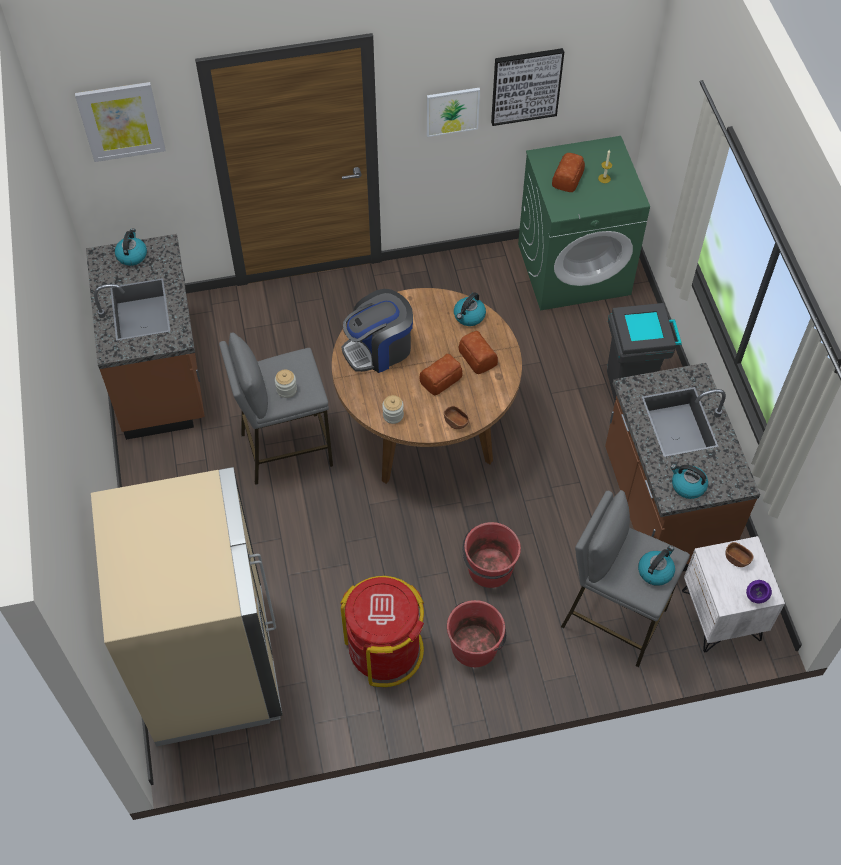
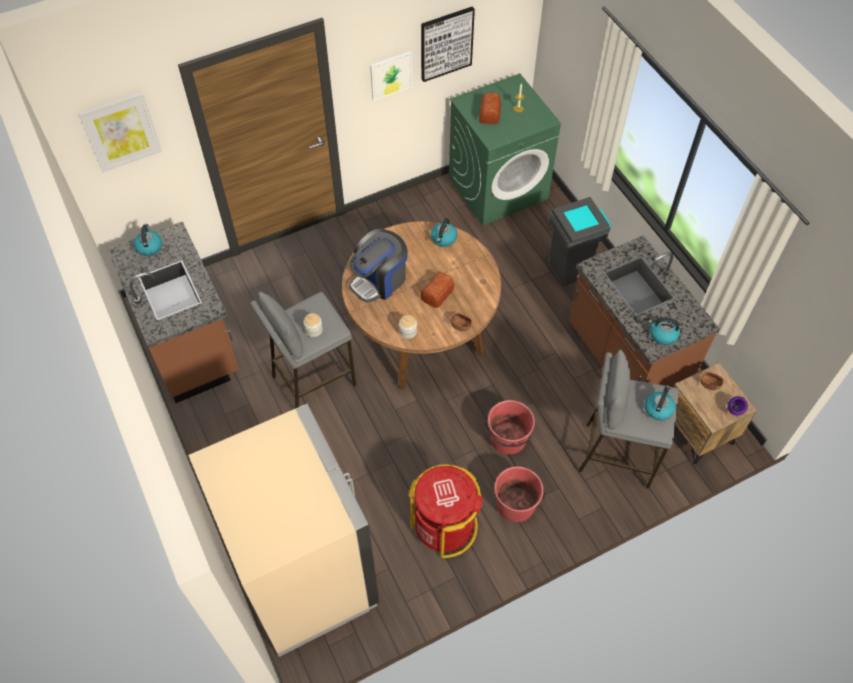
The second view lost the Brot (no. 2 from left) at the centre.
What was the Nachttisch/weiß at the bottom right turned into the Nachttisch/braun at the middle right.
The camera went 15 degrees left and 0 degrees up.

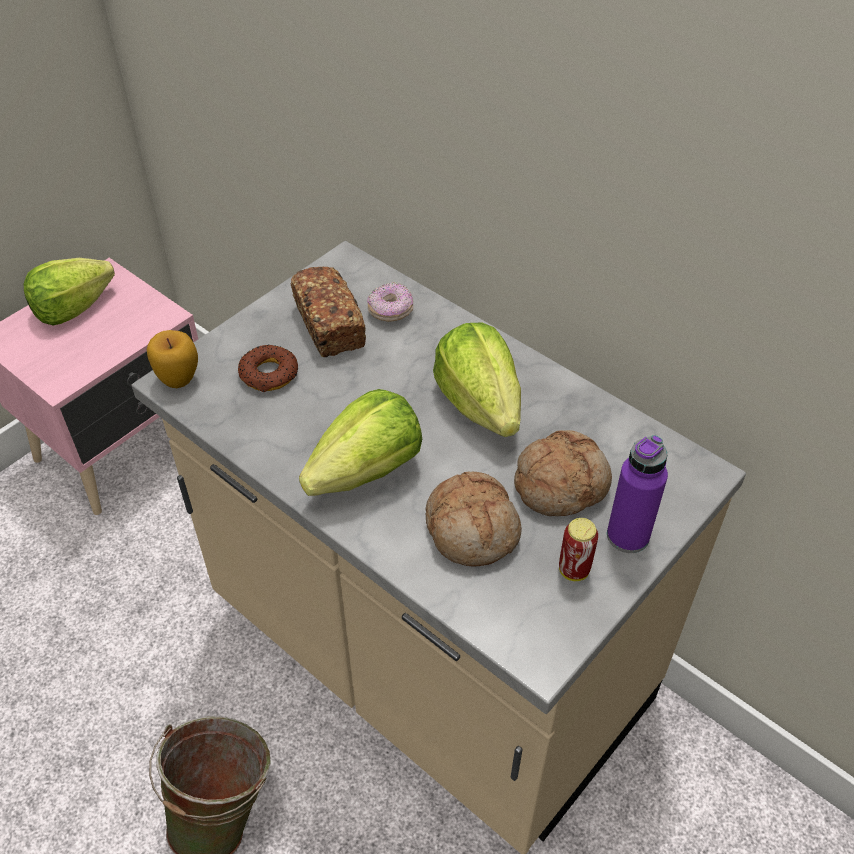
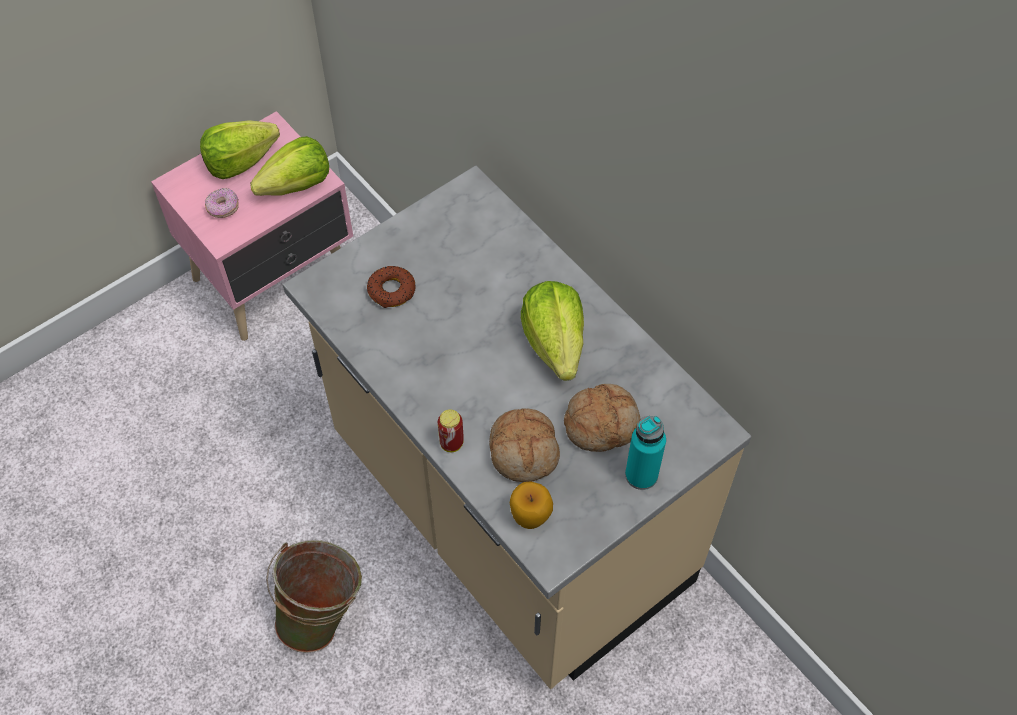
The Apfel ended up elsewhere, having gone from the middle left to the bottom centre.
The second view lost the Brot (no. 1 from left) at the centre.
The Salatkopf (no. 2 from left) ended up elsewhere, having gone from the centre to the top left.
The Donut (no. 2 from left in the first image) ended up elsewhere, having gone from the centre to the top left.
The Dose ended up elsewhere, having gone from the middle right to the centre.
What was the Flasche/lila at the middle right turned into the Flasche/türkis at the centre.
The camera went 10 degrees right and 10 degrees up.

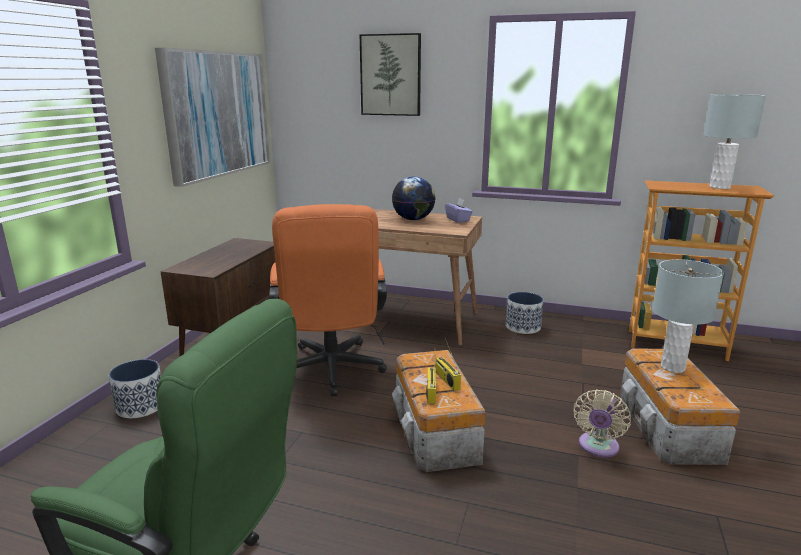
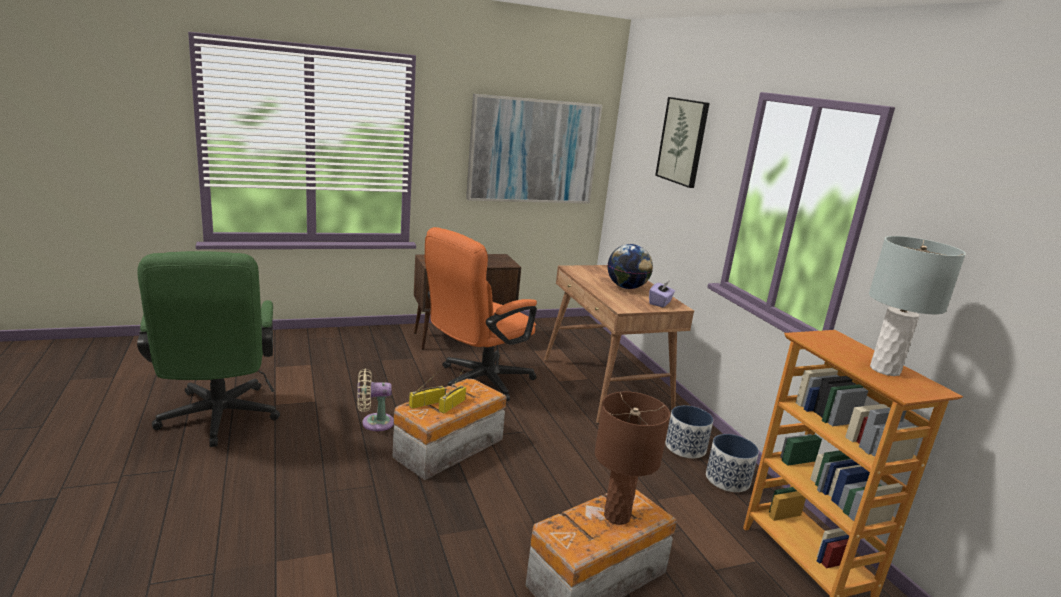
The Pflanzkübel (no. 1 from left in the first image) ended up elsewhere, having gone from the bottom left to the bottom right.
The Ventilator/beige ended up elsewhere, having gone from the bottom right to the bottom centre.
What was the Tischlampe/grau (no. 1 from left) at the middle right turned into the Tischlampe/braun at the bottom centre.
The camera went 50 degrees right and 0 degrees up.

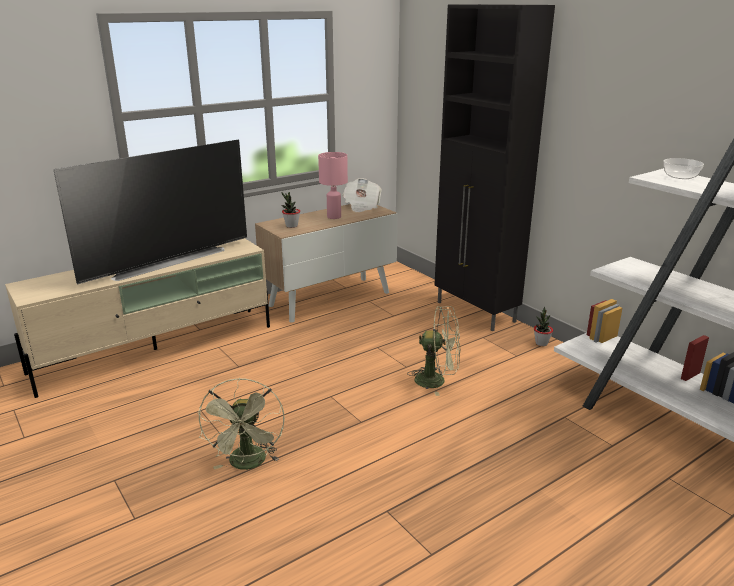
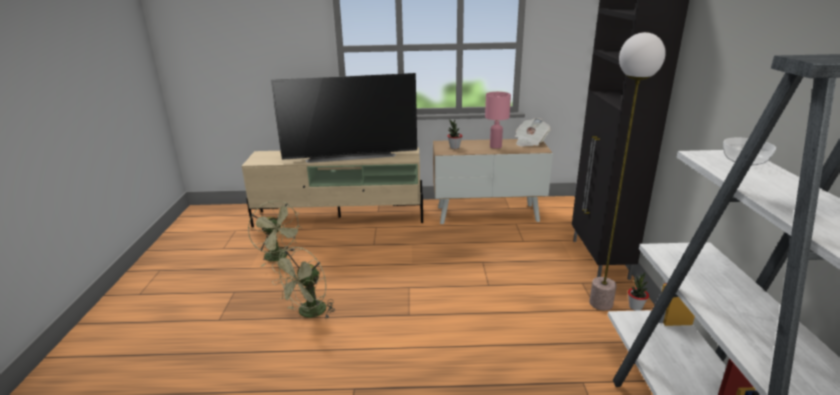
The Ventilator/grün (no. 2 from left in the first image) ended up elsewhere, having gone from the centre to the middle left.
The second view gained the Stehlampe at the middle right.
The camera went 35 degrees right and 0 degrees up.

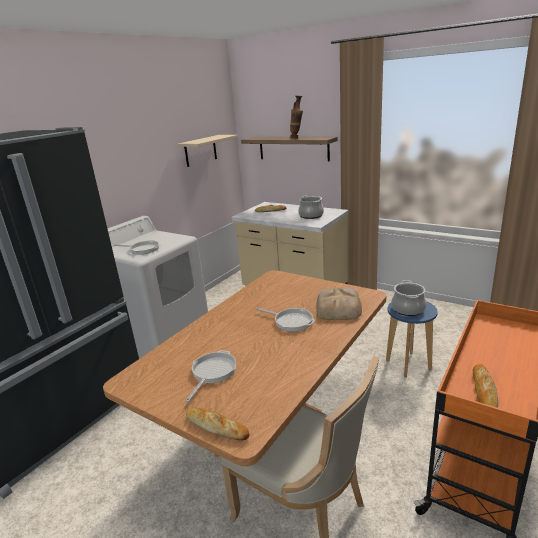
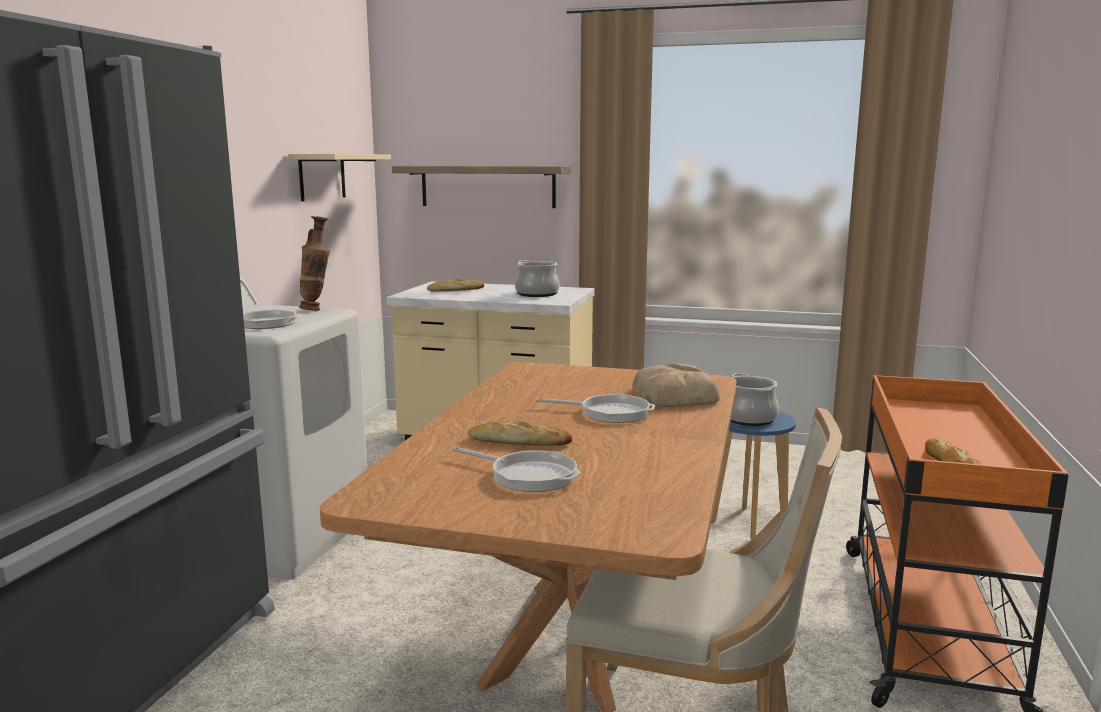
The Pfanne (no. 2 from left) at the bottom centre ended up facing another way, 120 degrees clockwise from before.
The Brot (no. 1 from left in the first image) ended up elsewhere, having gone from the bottom centre to the centre.
The Vase ended up elsewhere, having gone from the top centre to the middle left.
The camera went 20 degrees left and 10 degrees down.

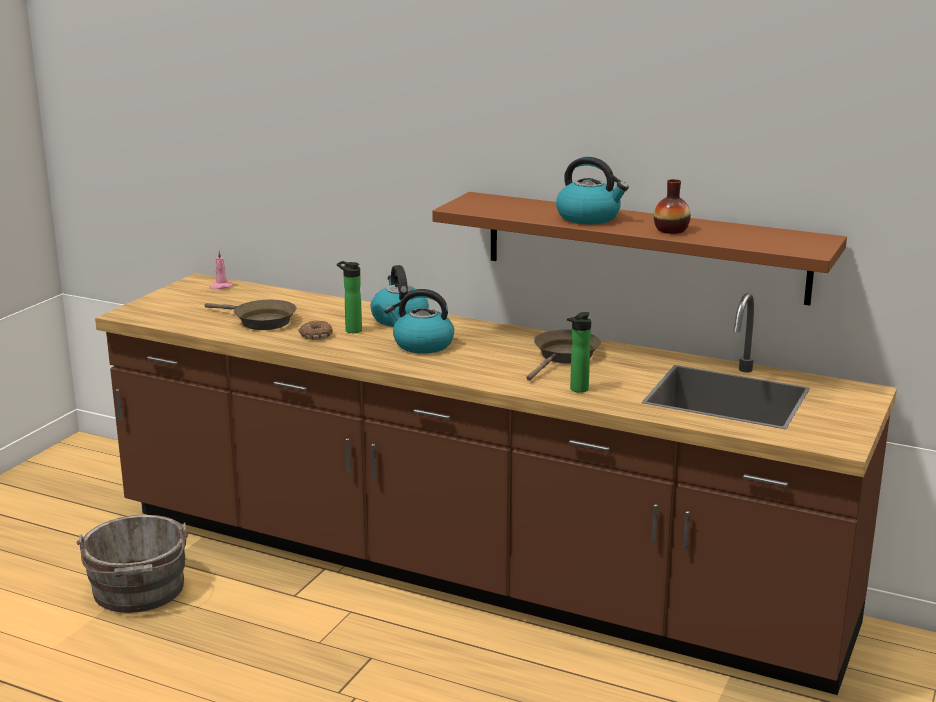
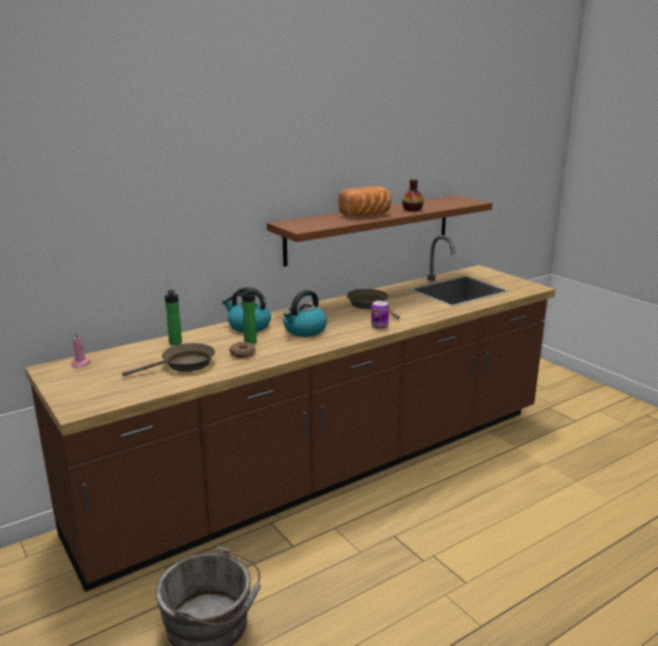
Where the Wasserkessel (no. 3 from left) stood at the top centre, the Brot came to stand at the top centre.
The Flasche (no. 2 from left in the first image) ended up elsewhere, having gone from the centre to the middle left.
The second view gained the Dose at the centre.
The camera went 60 degrees left and 0 degrees up.

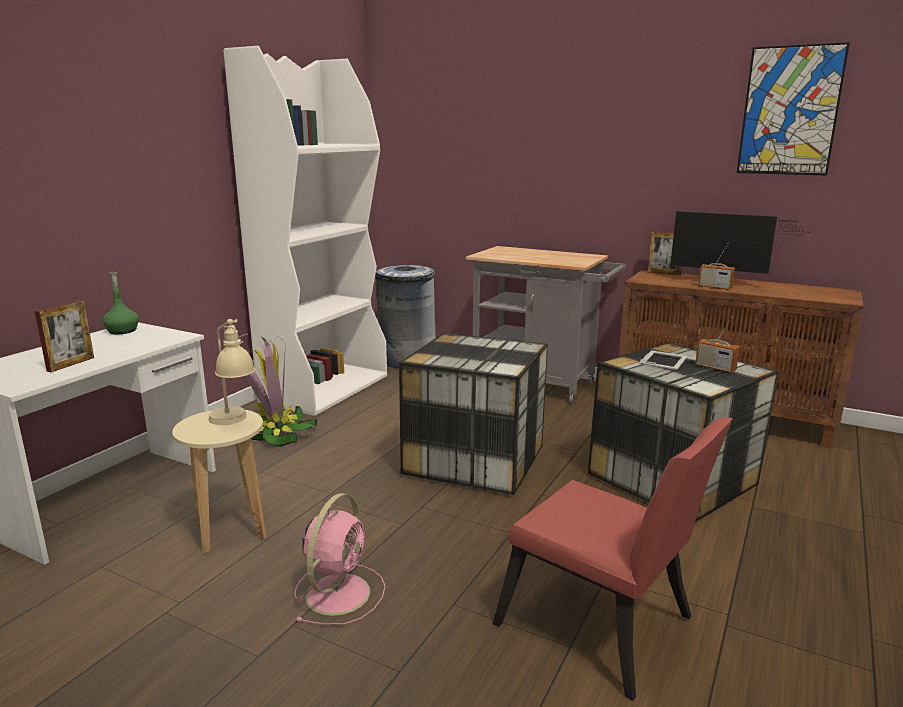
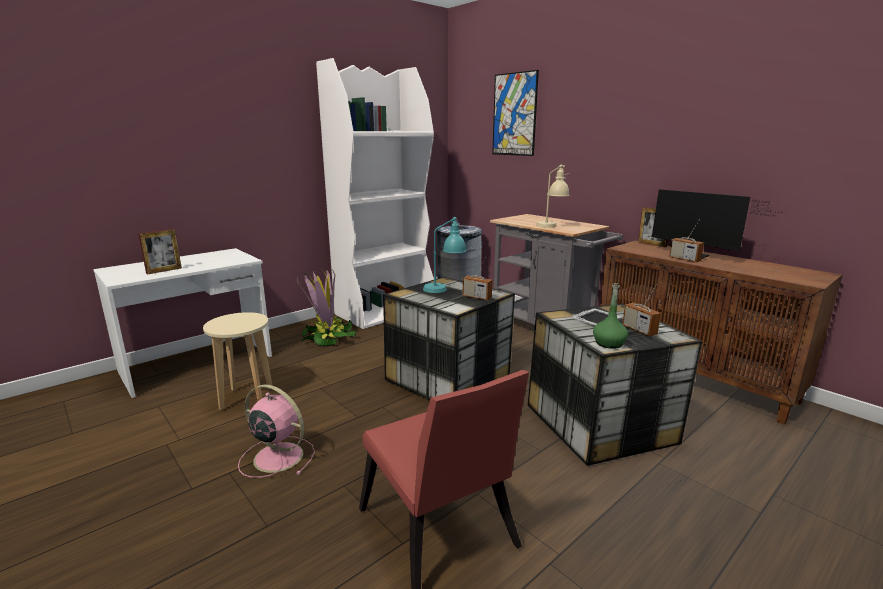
The Flasche/grün ended up elsewhere, having gone from the middle left to the middle right.
The Tischlampe/beige ended up elsewhere, having gone from the middle left to the top centre.
The Ventilator/rosa at the bottom centre ended up facing another way, 105 degrees counterclockwise from before.
The Bild ended up elsewhere, having gone from the top right to the top centre.
The second view gained the Tischlampe/türkis at the centre.
The second view gained the Radio (no. 1 from left) at the centre.
The camera went 20 degrees right and 0 degrees up.

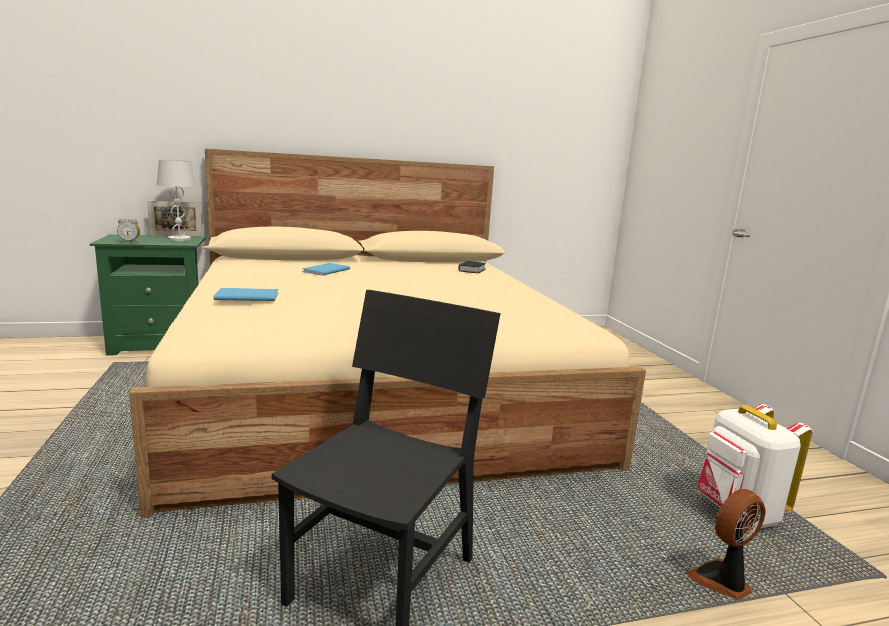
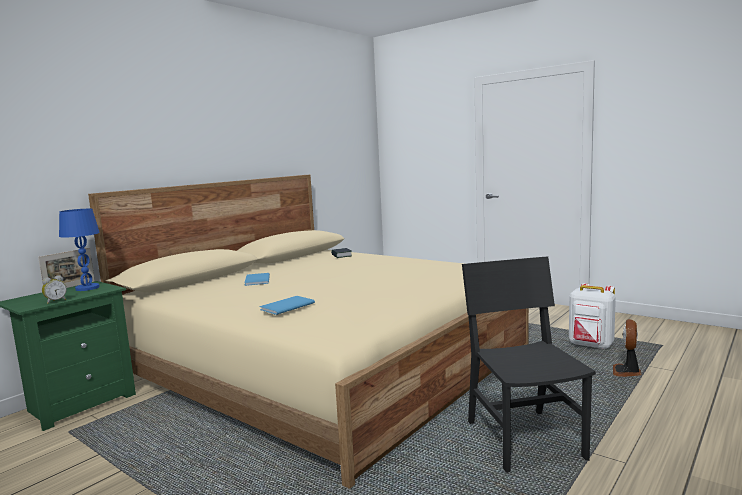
What was the Tischlampe/weiß at the top left turned into the Tischlampe/blau at the middle left.
The camera went 35 degrees left and 5 degrees down.

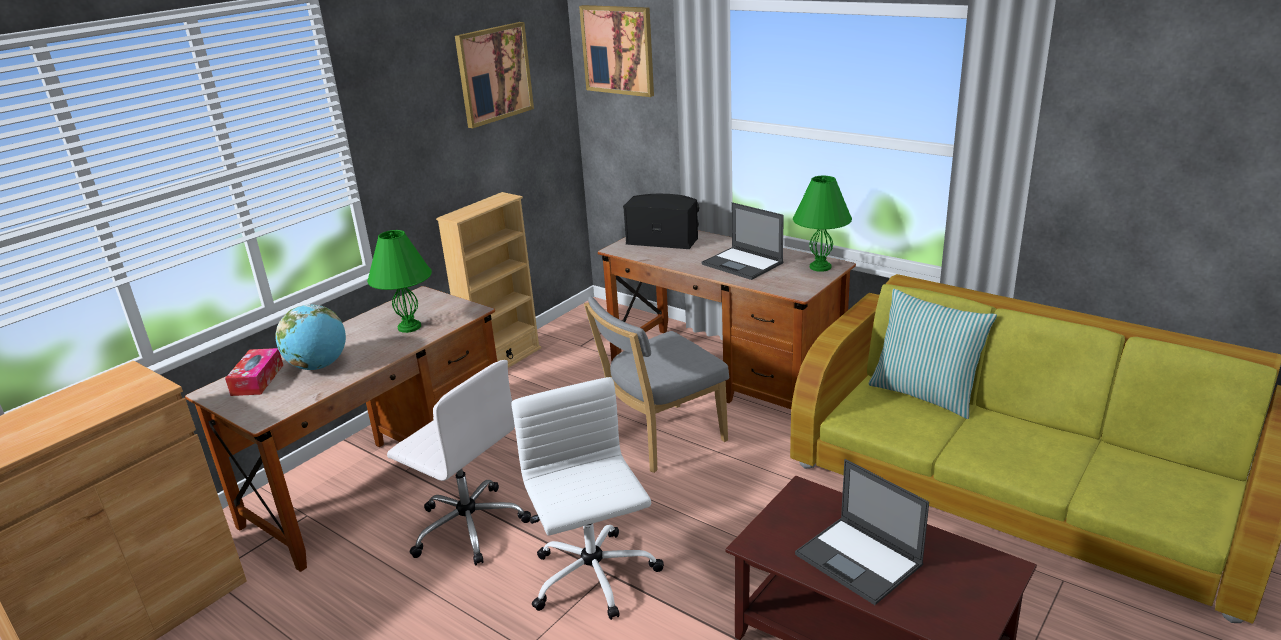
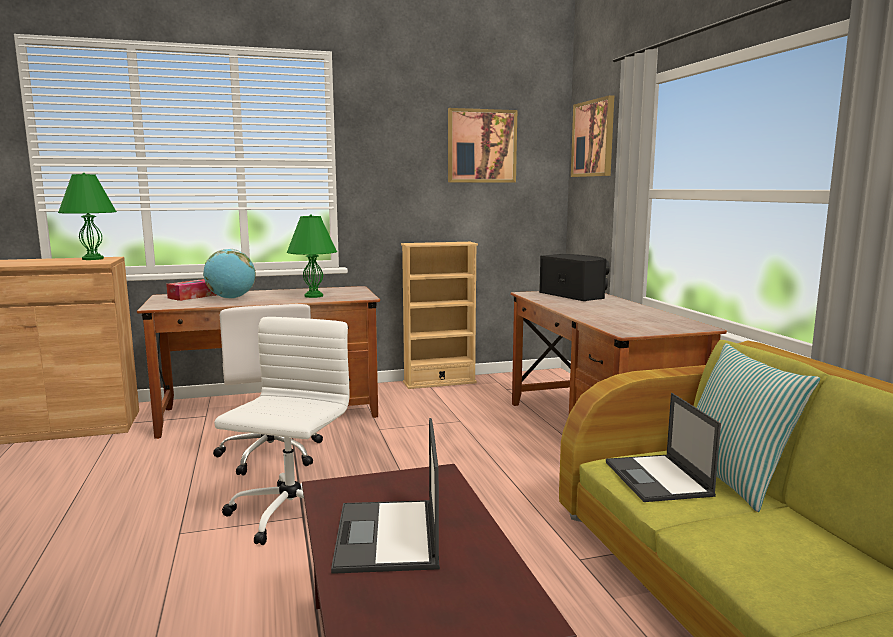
The second view lost the Stuhl/grau at the centre.
The Laptop (no. 1 from left in the first image) ended up elsewhere, having gone from the centre to the bottom right.
The Tischlampe/grün (no. 2 from left in the first image) ended up elsewhere, having gone from the centre to the middle left.
The camera went 35 degrees right and 15 degrees down.

